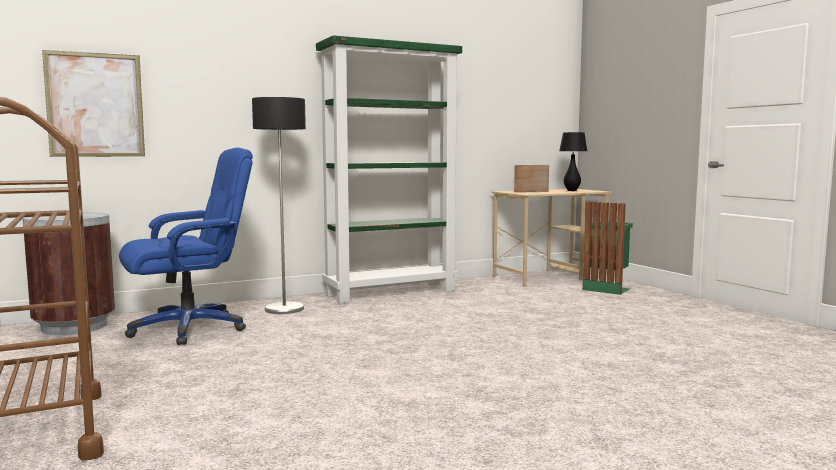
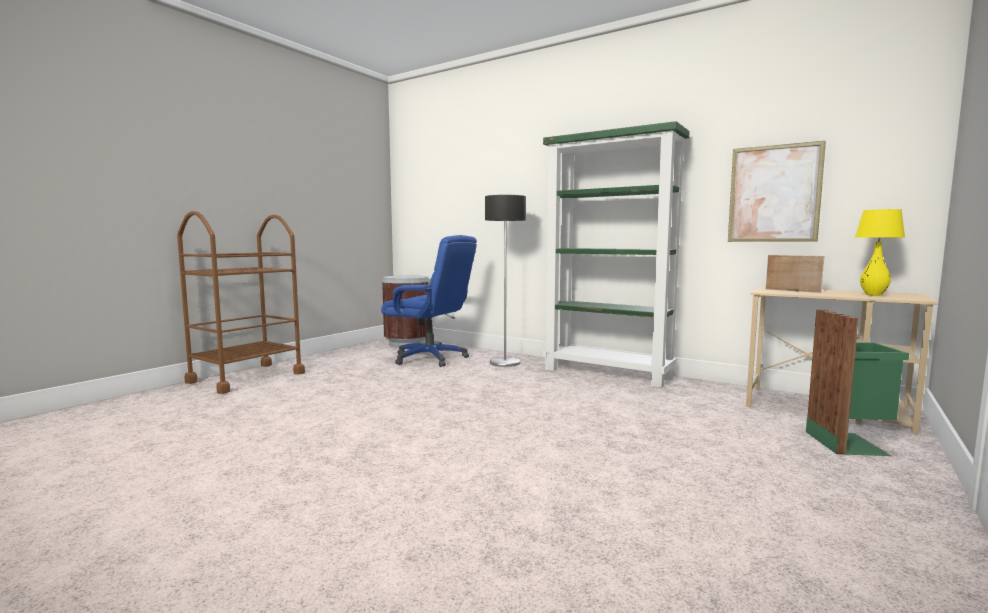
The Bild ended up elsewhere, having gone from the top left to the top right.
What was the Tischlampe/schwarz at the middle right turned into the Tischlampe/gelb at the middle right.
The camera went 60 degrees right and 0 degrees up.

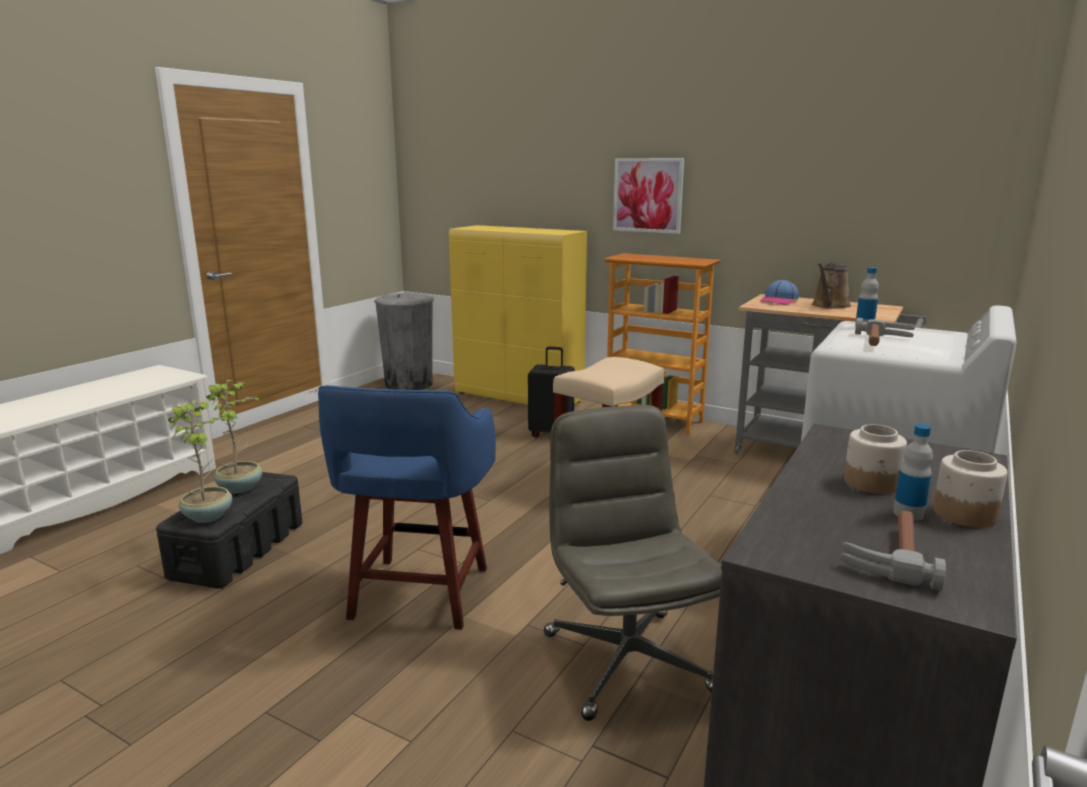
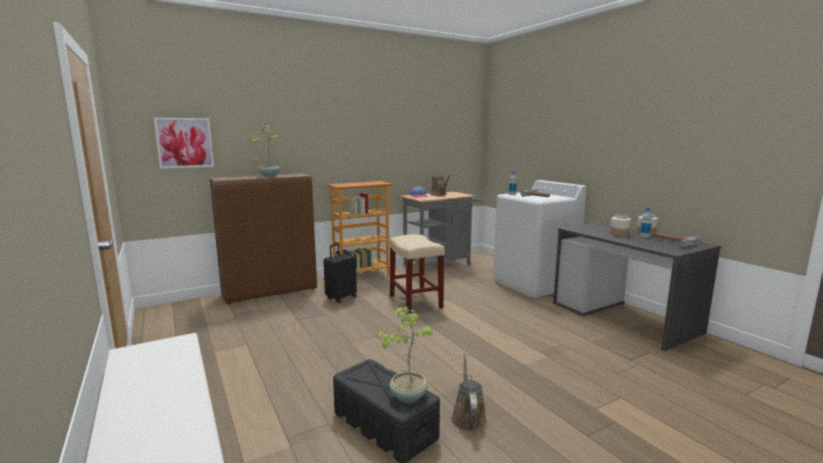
The Topfpflanze (no. 2 from left in the first image) ended up elsewhere, having gone from the middle left to the top left.
The second view lost the Hocker/blau at the centre.
The second view lost the Mülleimer/grau at the centre.
What was the Schrank/gelb at the centre turned into the Schrank/braun at the middle left.
The second view lost the Bürostuhl/grau at the bottom centre.
The Bild ended up elsewhere, having gone from the top centre to the top left.
The second view gained the Gießkanne/braun (no. 2 from left) at the bottom centre.
The camera went 60 degrees left and 5 degrees down.

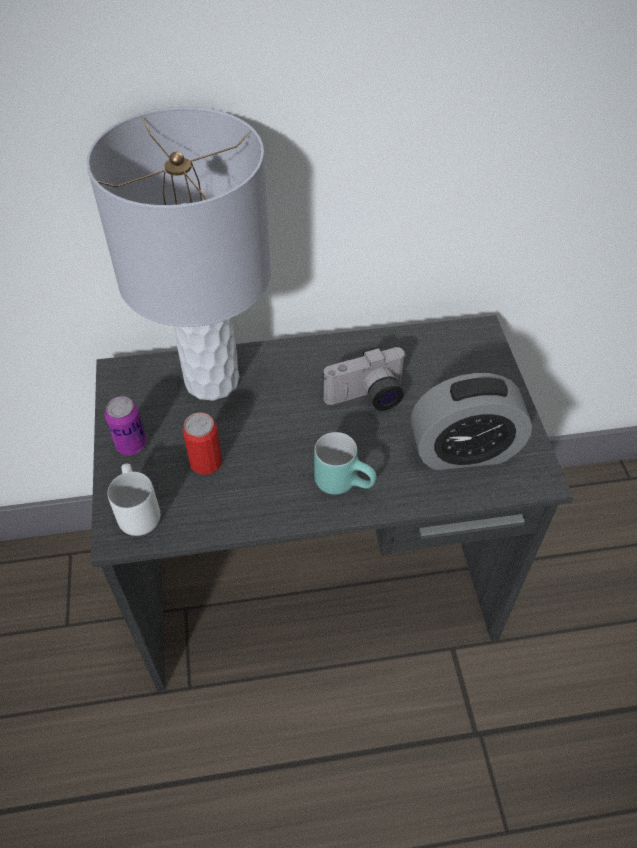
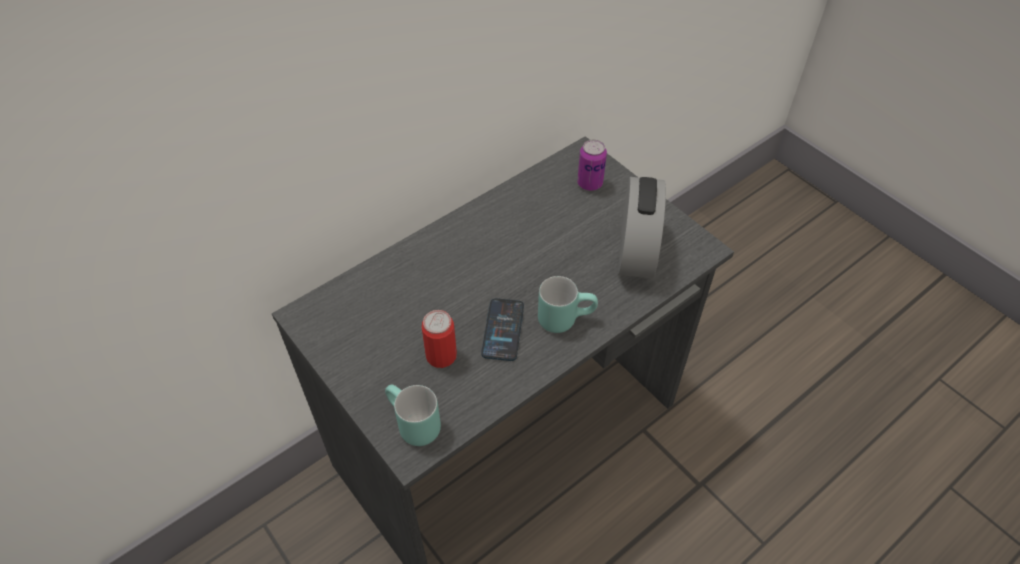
The second view lost the Tischlampe/grau at the top left.
The Dose (no. 1 from left in the first image) ended up elsewhere, having gone from the middle left to the top centre.
What was the Henkelbecher/weiß at the middle left turned into the Henkelbecher/türkis (no. 1 from left) at the bottom centre.
The second view lost the Kamera at the centre.
The Wecker at the middle right ended up facing another way, 45 degrees counterclockwise from before.
The second view gained the Handy at the centre.
The camera went 30 degrees left and 0 degrees up.

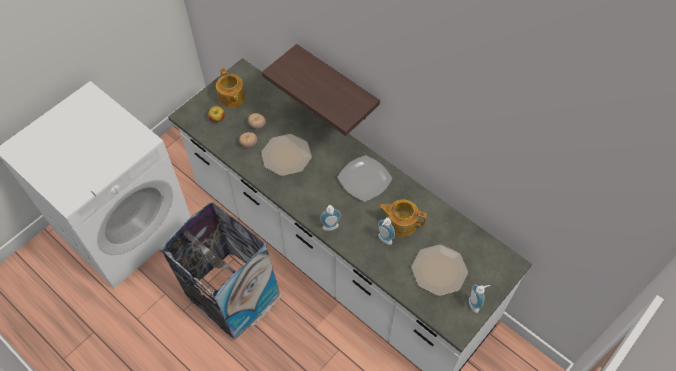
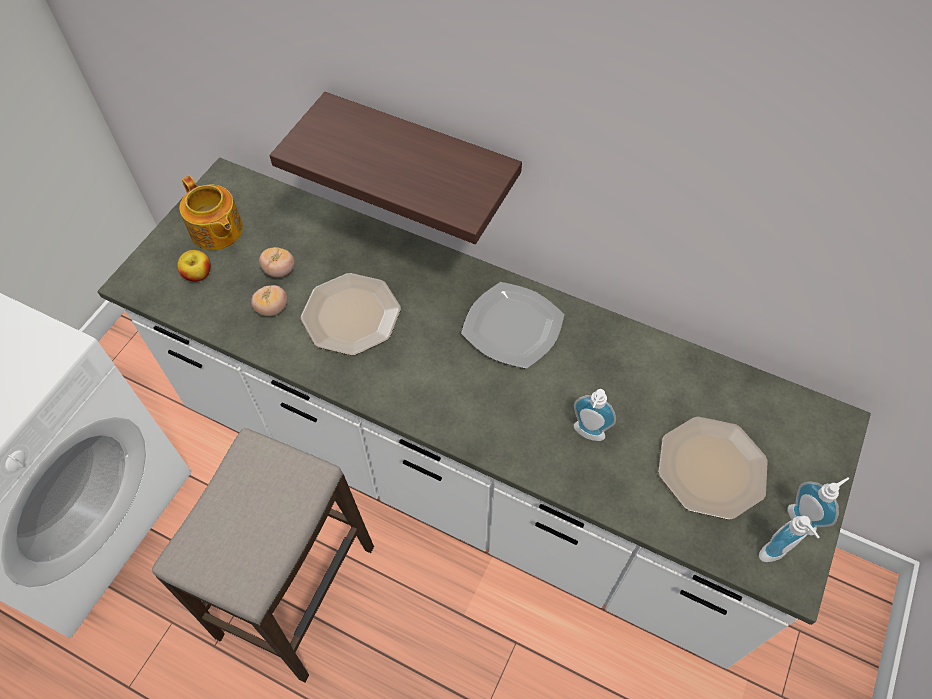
Where the Mülleimer stood at the bottom left, the Hocker came to stand at the bottom left.
The Seifenspender (no. 1 from left in the first image) ended up elsewhere, having gone from the centre to the bottom right.
The second view lost the Teekanne (no. 2 from left) at the centre.
The camera went 15 degrees left and 0 degrees up.

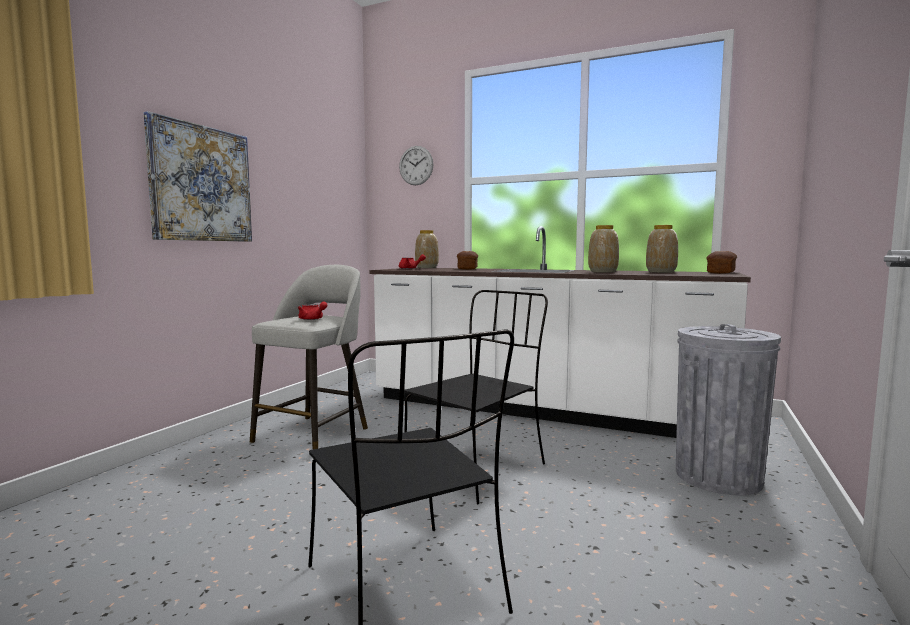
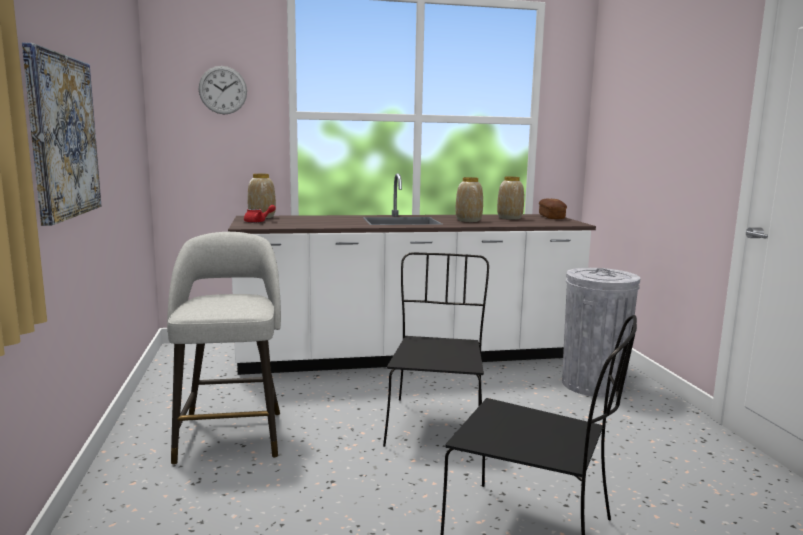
The second view lost the Teekanne/rot (no. 1 from left) at the centre.
The second view lost the Brot (no. 1 from left) at the centre.
The camera went 35 degrees left and 5 degrees up.

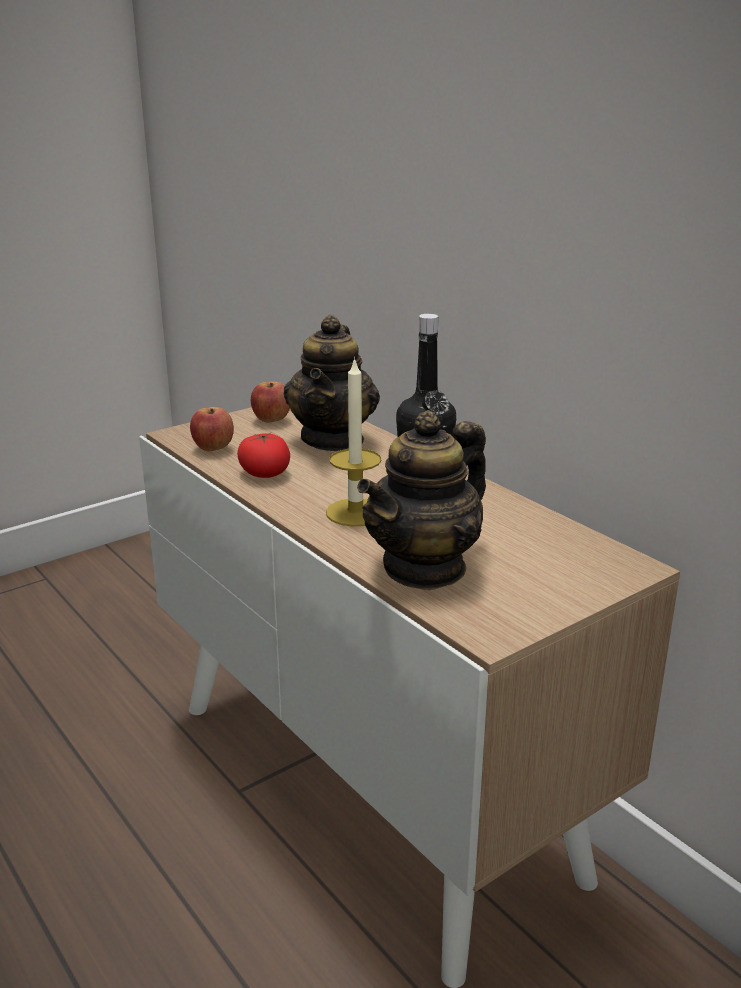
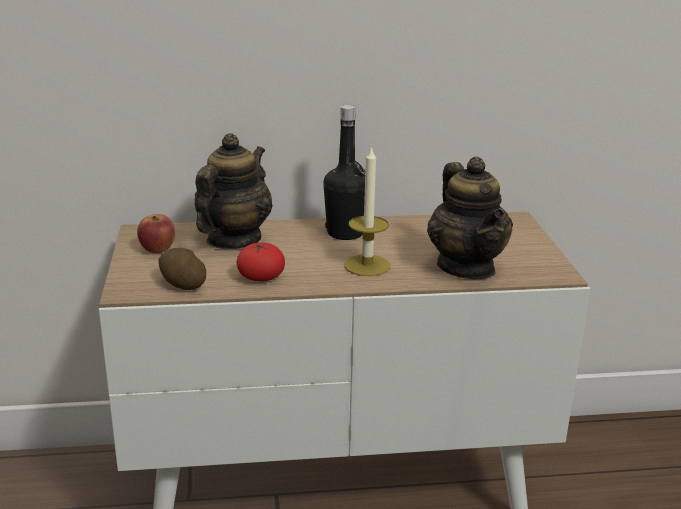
Where the Apfel (no. 1 from left) stood at the middle left, the Kartoffel came to stand at the middle left.
The Teekanne (no. 1 from left) at the centre ended up facing another way, 105 degrees counterclockwise from before.
The camera went 60 degrees left and 0 degrees up.

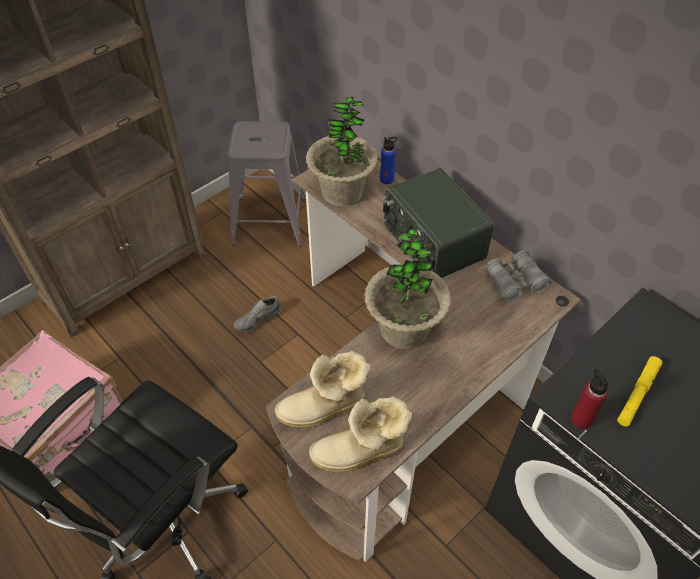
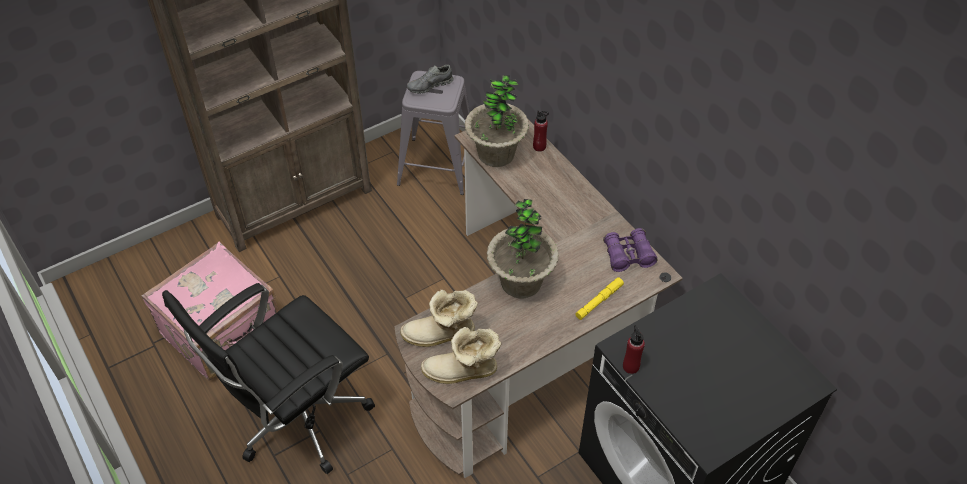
The Schuh/grau ended up elsewhere, having gone from the centre to the top centre.
What was the Flasche/blau at the top centre turned into the Flasche/rot (no. 1 from left) at the top centre.
The second view lost the Radio at the centre.
What was the Fernglas/grau at the middle right turned into the Fernglas/lila at the centre.
The Taschenlampe/gelb ended up elsewhere, having gone from the bottom right to the centre.
The camera went 10 degrees right and 0 degrees up.

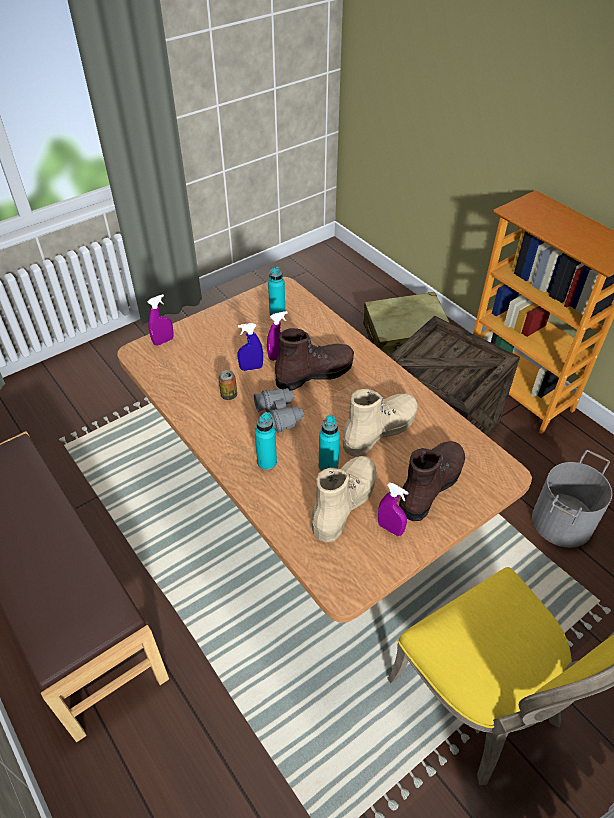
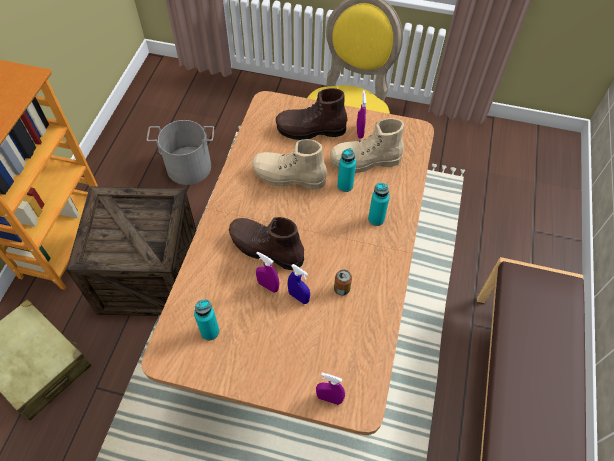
The second view lost the Fernglas/grau at the centre.
The camera went 130 degrees left and 10 degrees up.

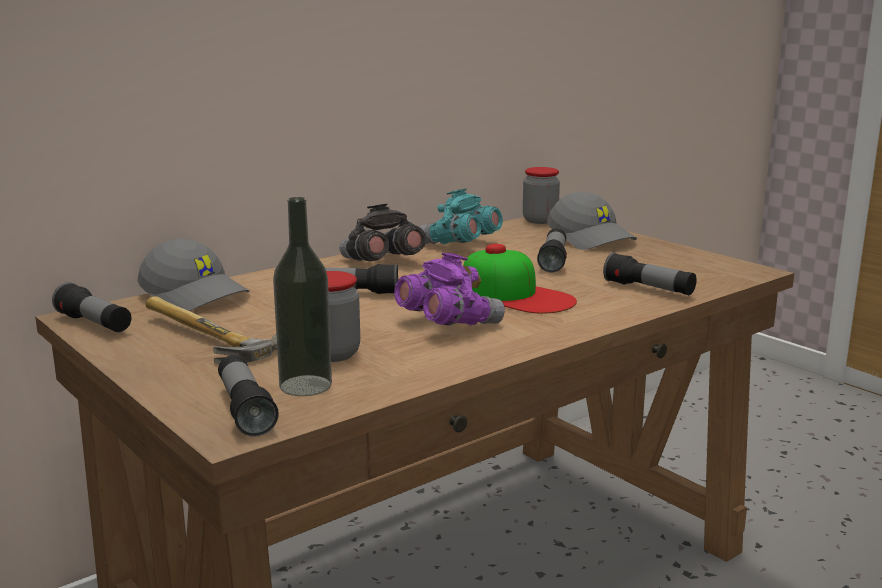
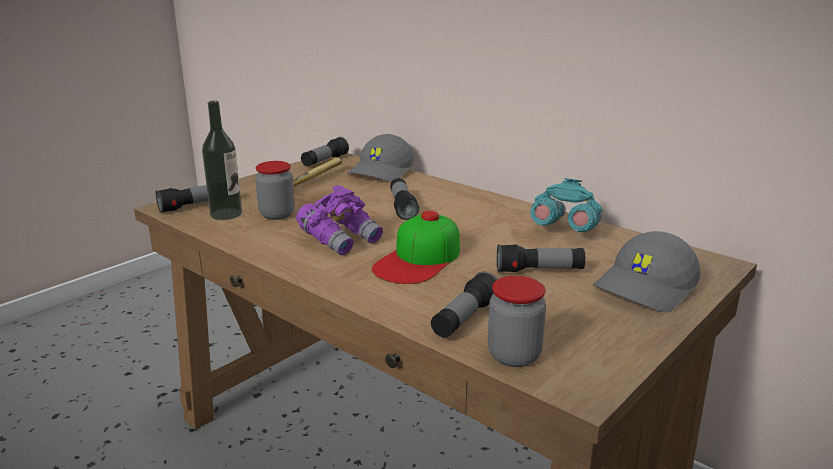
The second view lost the Fernglas/grau at the centre.
The Vorratsglas (no. 2 from left) ended up elsewhere, having gone from the top centre to the bottom centre.
The camera went 80 degrees right and 5 degrees up.

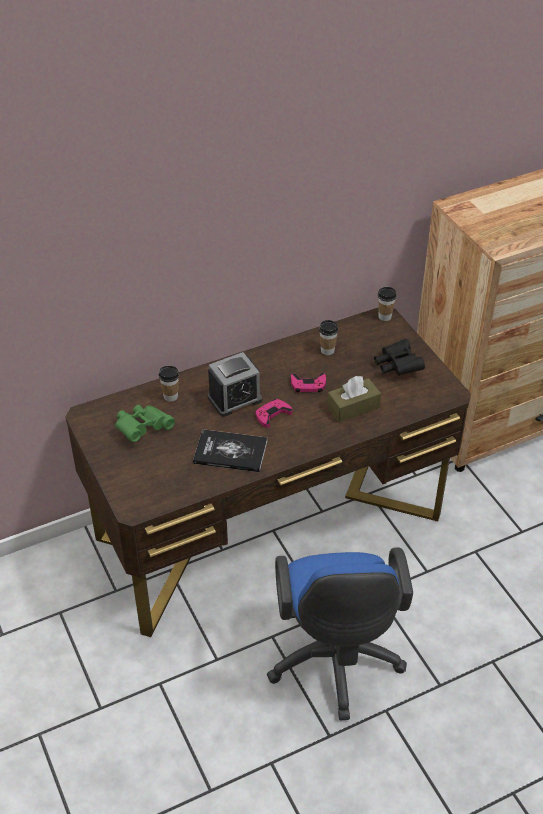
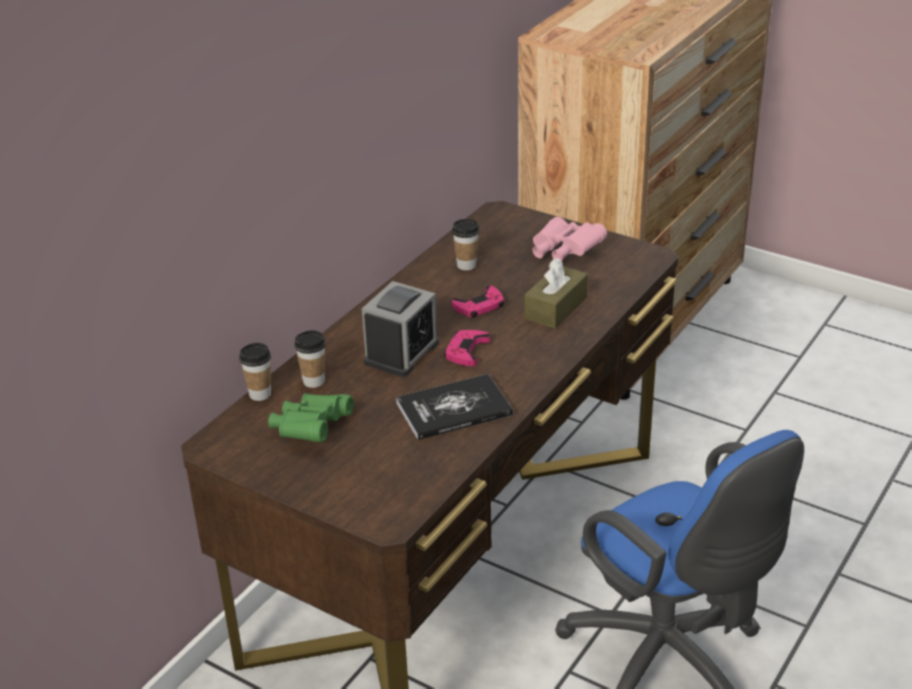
What was the Fernglas/schwarz at the middle right turned into the Fernglas/rosa at the centre.
The Tasse (no. 3 from left in the first image) ended up elsewhere, having gone from the middle right to the middle left.
The camera went 30 degrees left and 10 degrees down.

